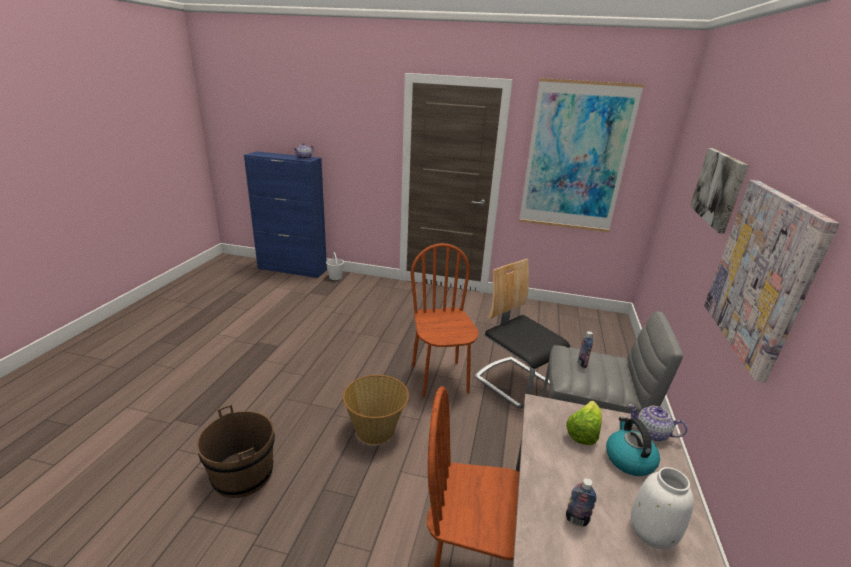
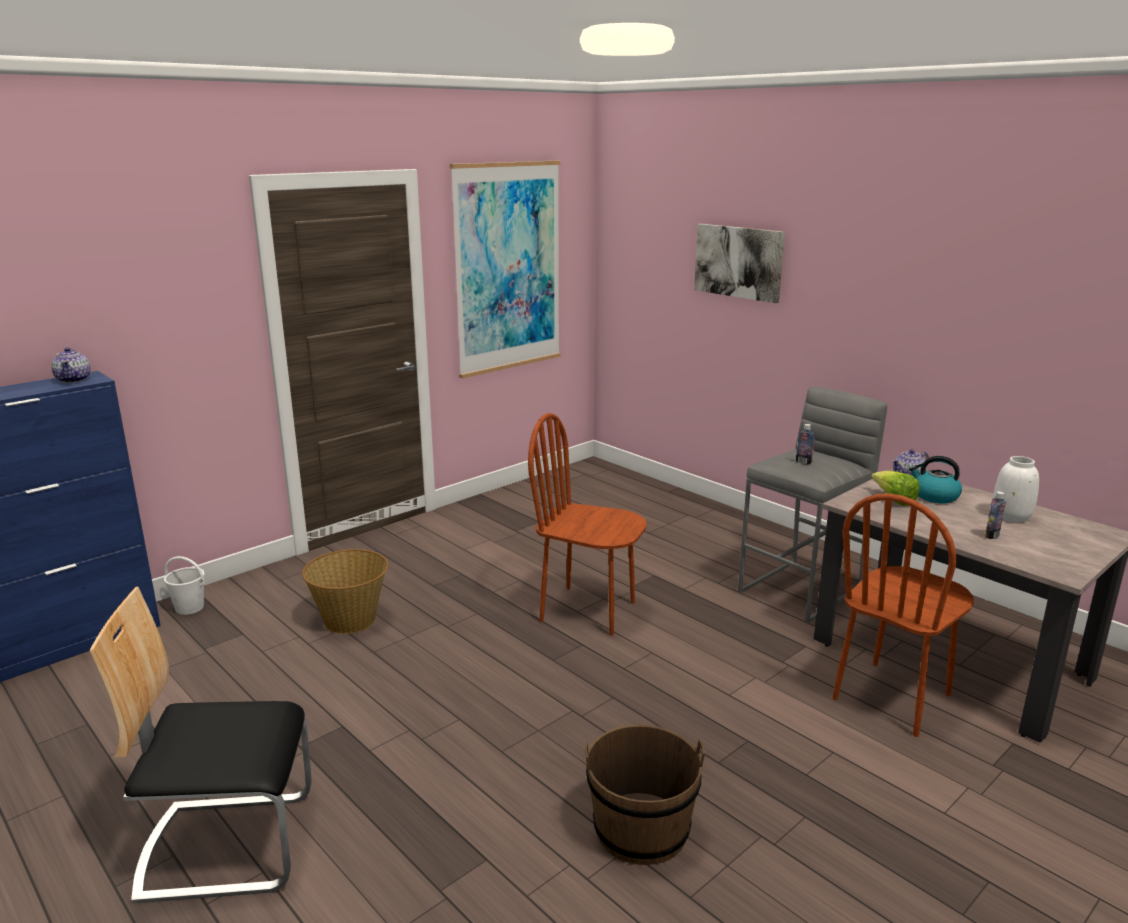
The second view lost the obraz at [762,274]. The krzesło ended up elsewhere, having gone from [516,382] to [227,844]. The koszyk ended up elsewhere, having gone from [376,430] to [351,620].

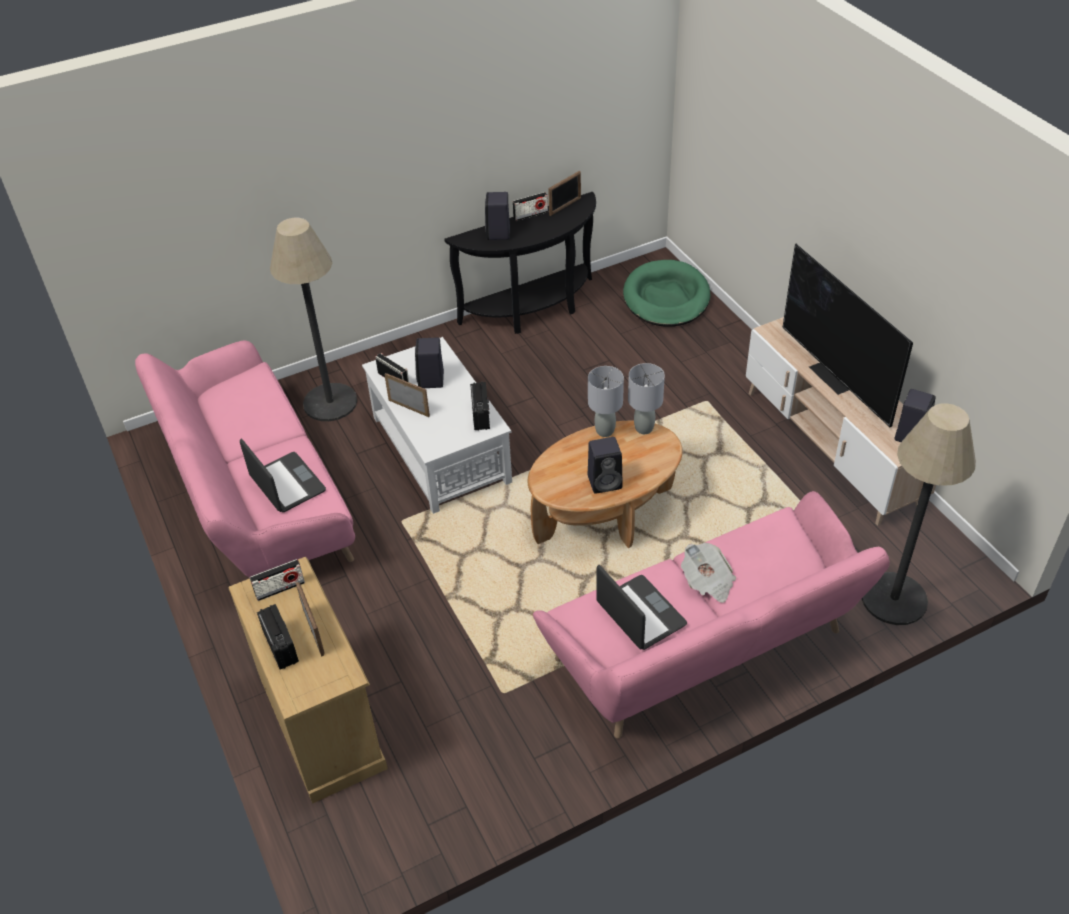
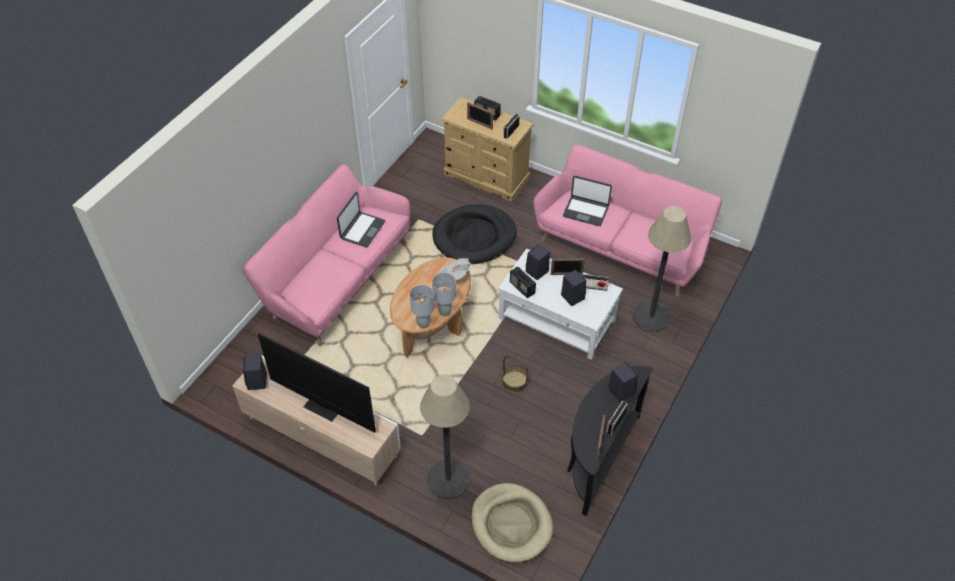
What was the legowisko/zielony at [666,298] turned into the legowisko/beżowy at [511,524]. The lampa stojąca ended up elsewhere, having gone from [894,599] to [448,479]. The głośnik/czarny ended up elsewhere, having gone from [605,482] to [536,272]. The gazeta ended up elsewhere, having gone from [707,582] to [454,275]. The laptop at [640,614] ended up facing another way, 90 degrees counterclockwise from before. The second view gained the legowisko/czarny at [474,237]. The second view gained the koszyk at [514,381].

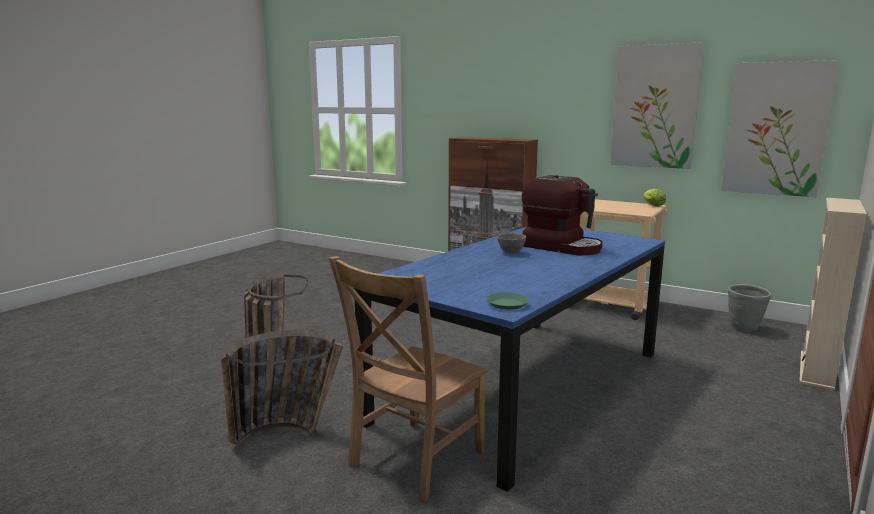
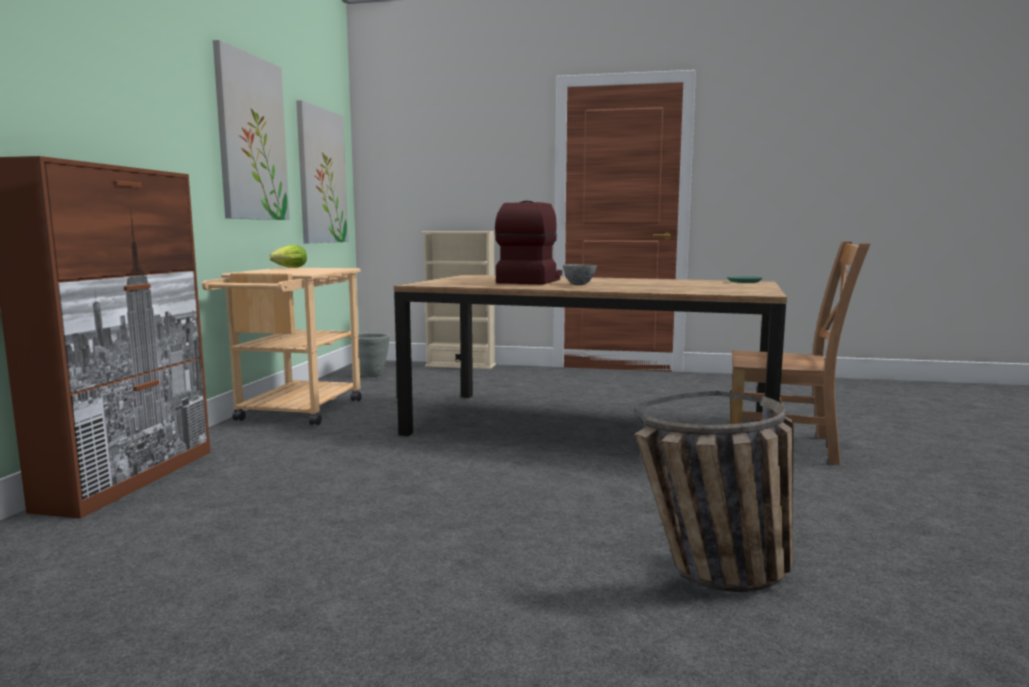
What was the stół jadalny/niebieski at [524,385] turned into the stół jadalny/brązowy at [588,427]. The second view lost the koszyk at [289,435].

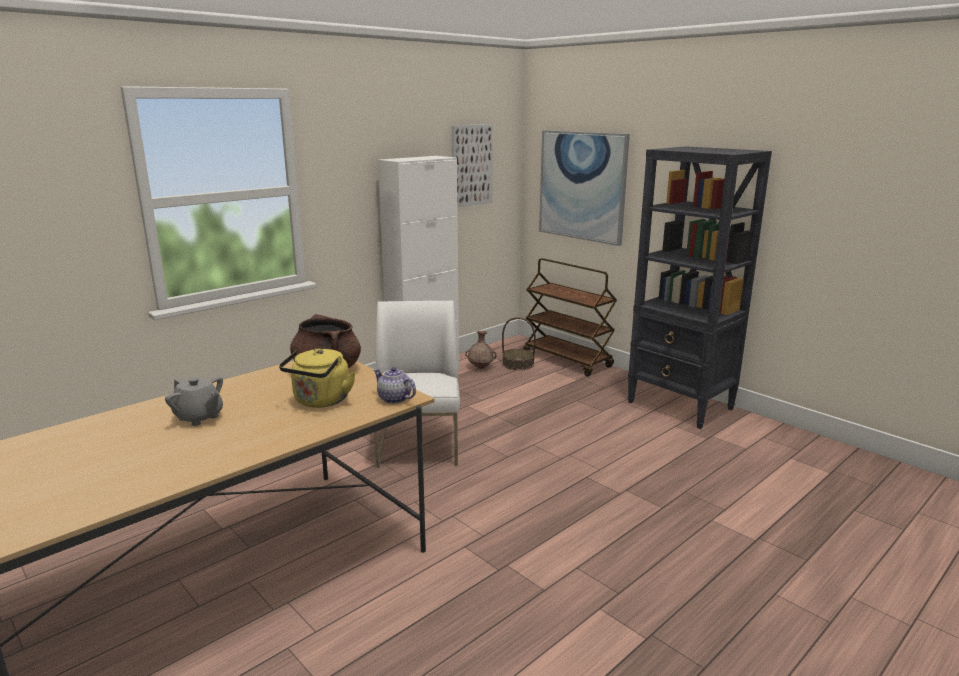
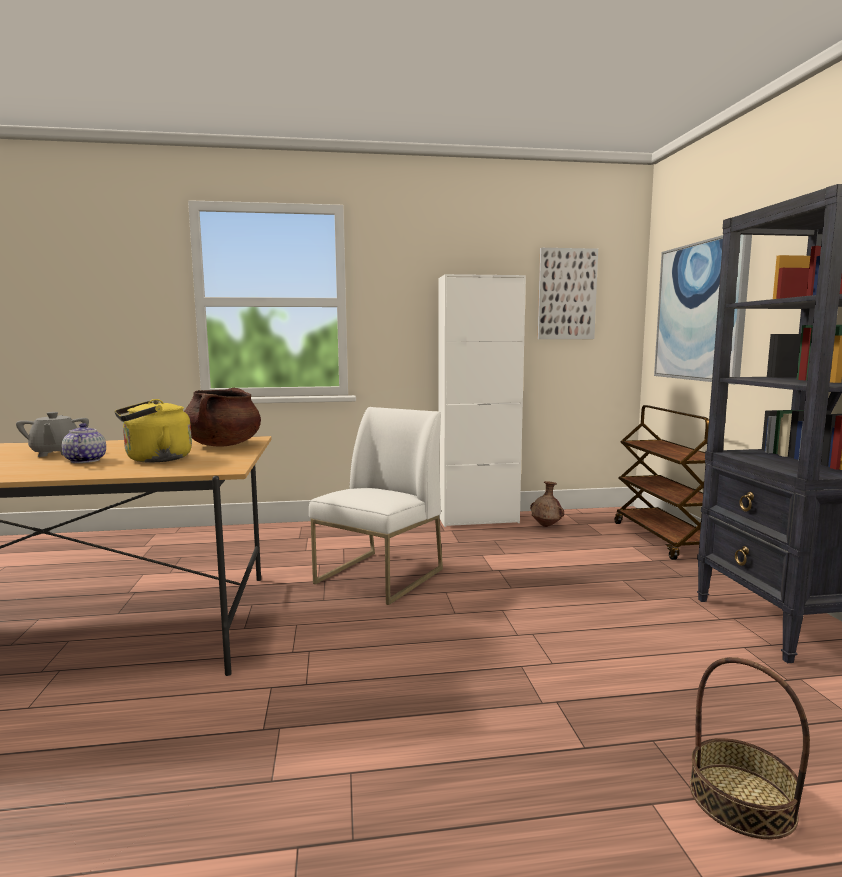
The koszyk ended up elsewhere, having gone from [518,364] to [742,799]. The imbryk ended up elsewhere, having gone from [394,399] to [85,460].

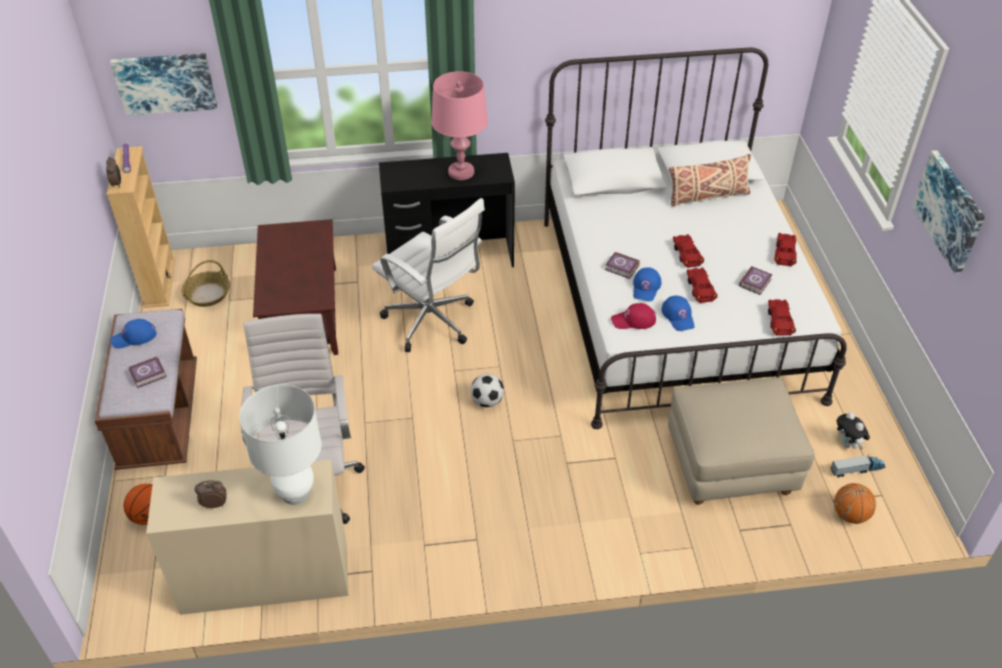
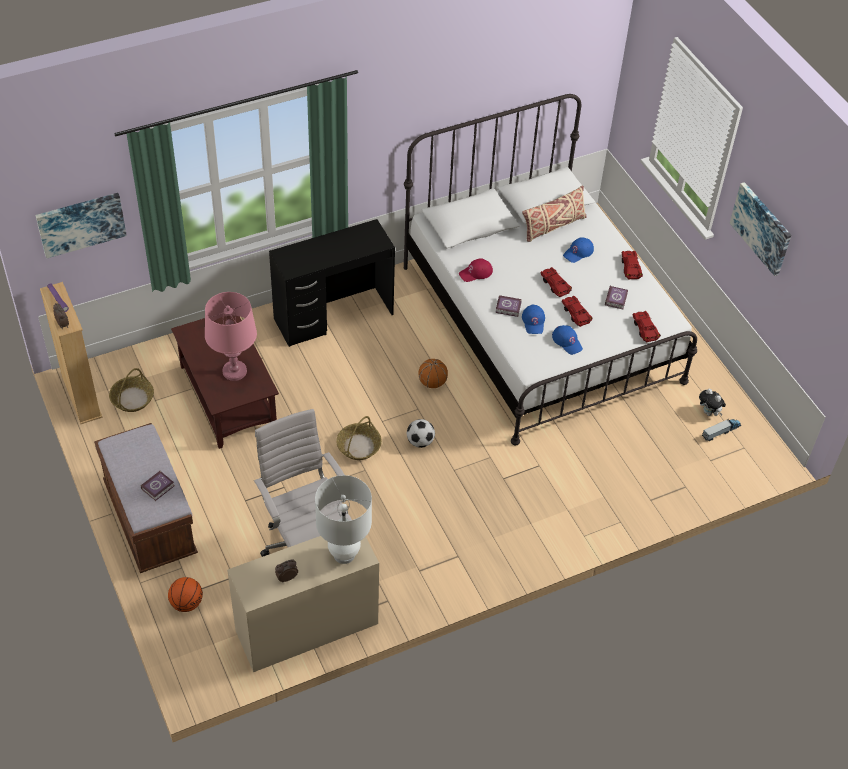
The lampa stołowa/różowy ended up elsewhere, having gone from [461,172] to [234,371]. The second view lost the krzesło biurowe/biały at [433,323]. The czapka z daszkiem/czerwony ended up elsewhere, having gone from [633,320] to [476,273]. The czapka z daszkiem/niebieski ended up elsewhere, having gone from [134,337] to [578,252]. The second view lost the pufa/beżowy at [731,465]. The piłka do koszykówki ended up elsewhere, having gone from [850,515] to [432,383]. The second view gained the koszyk at [359,446].

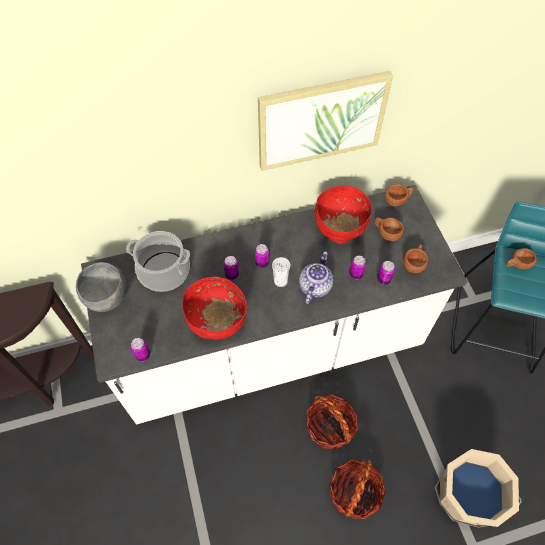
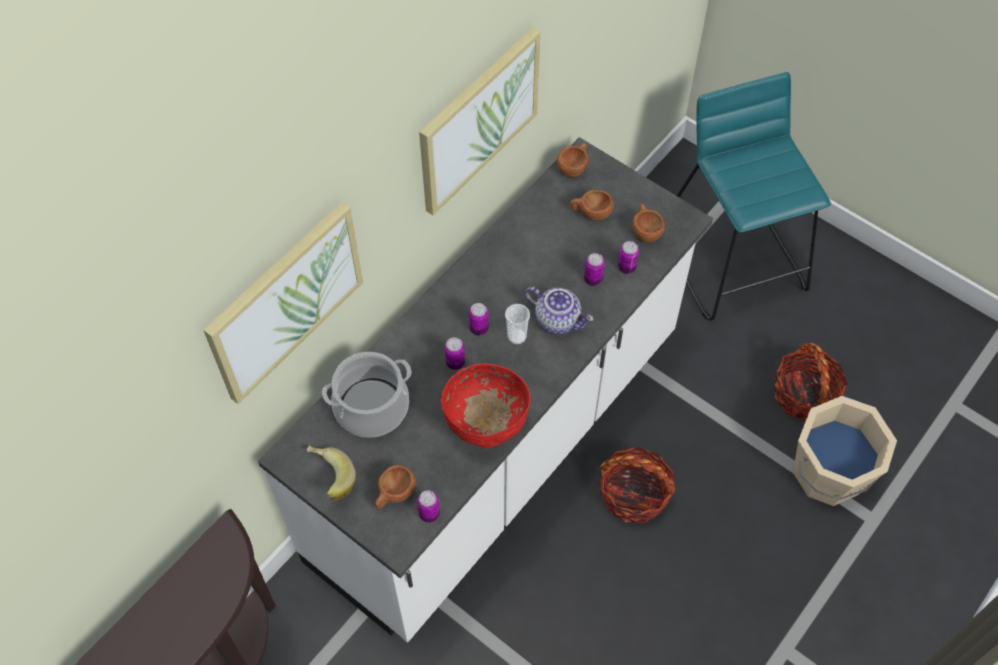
The second view lost the miska/czerwony at [339,233]. The filiżanka/brązowy ended up elsewhere, having gone from [517,265] to [394,495]. The imbryk at [314,286] ended up facing another way, 135 degrees clockwise from before. Where the miska/szary stood at [107,297], the banan came to stand at [328,478]. The koszyk ended up elsewhere, having gone from [354,493] to [804,394]. The second view gained the obraz at [285,301].

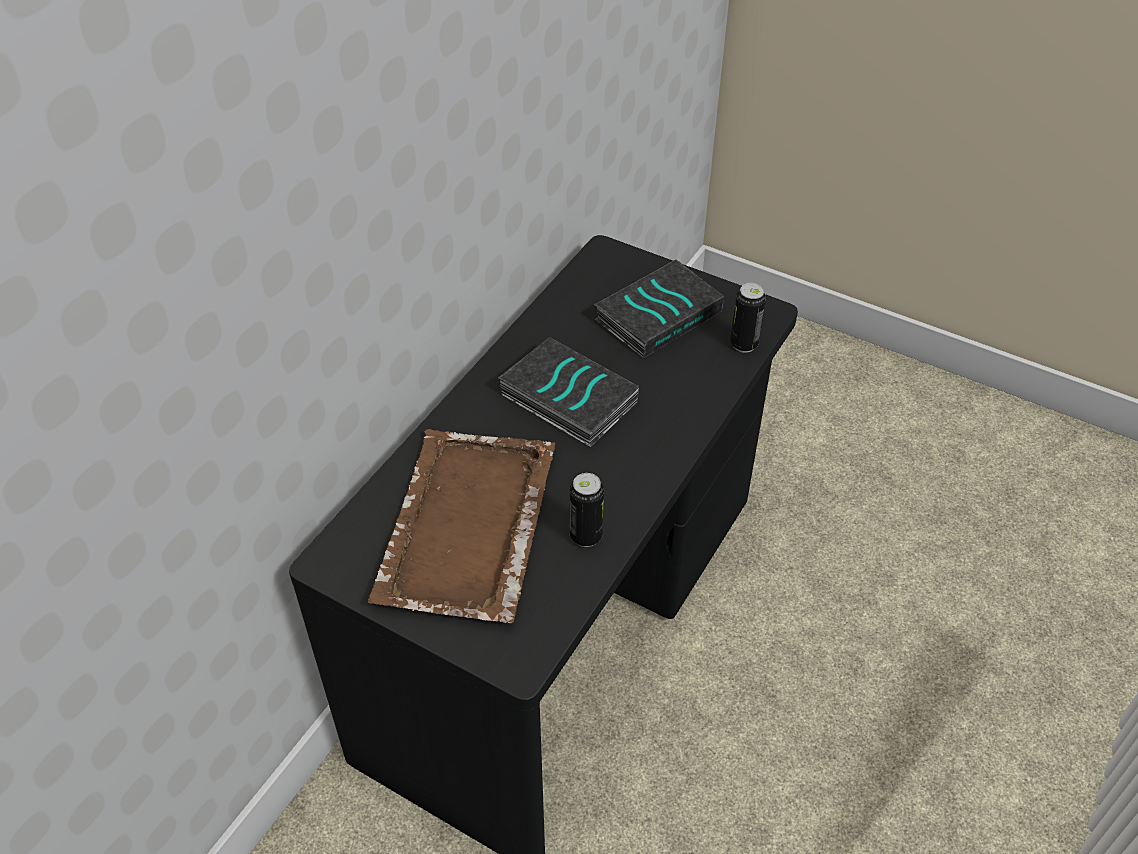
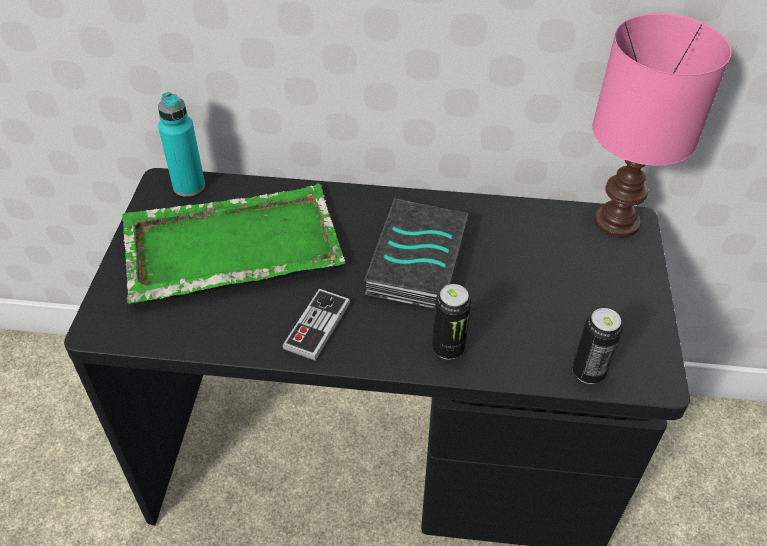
The second view lost the książka at [658,314]. What was the taca/brązowy at [466,528] turned into the taca/zielony at [230,246]. The puszka ended up elsewhere, having gone from [586,536] to [448,348]. The second view gained the lampa stołowa/różowy at [615,221]. The second view gained the butelka/turkusowy at [189,186]. The second view gained the pad do gier at [317,326].

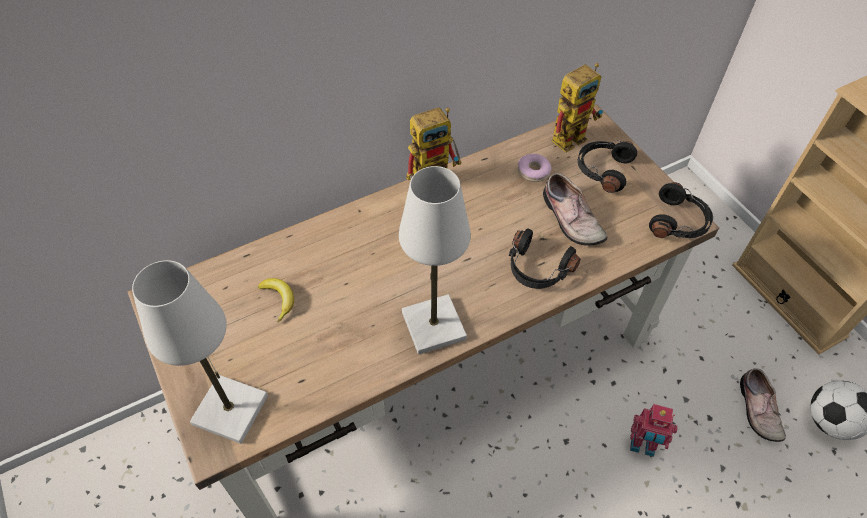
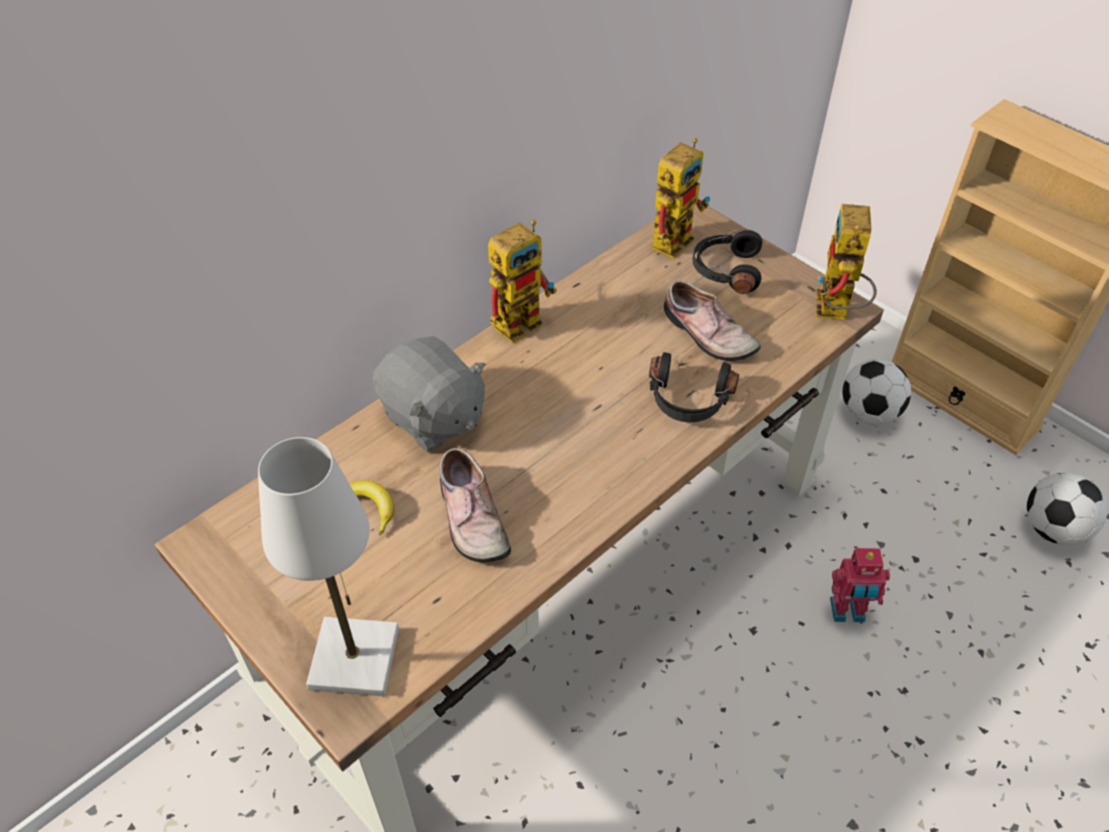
The second view lost the donut at [533,171]. The second view lost the lampa stołowa/biały at [433,326]. Where the słuchawki/czarny stood at [678,222], the robot zabawkowy came to stand at [835,312]. The but ended up elsewhere, having gone from [757,409] to [469,518]. The second view gained the pluszak/szary at [433,417]. The second view gained the piłka futbolowa at [869,413].

